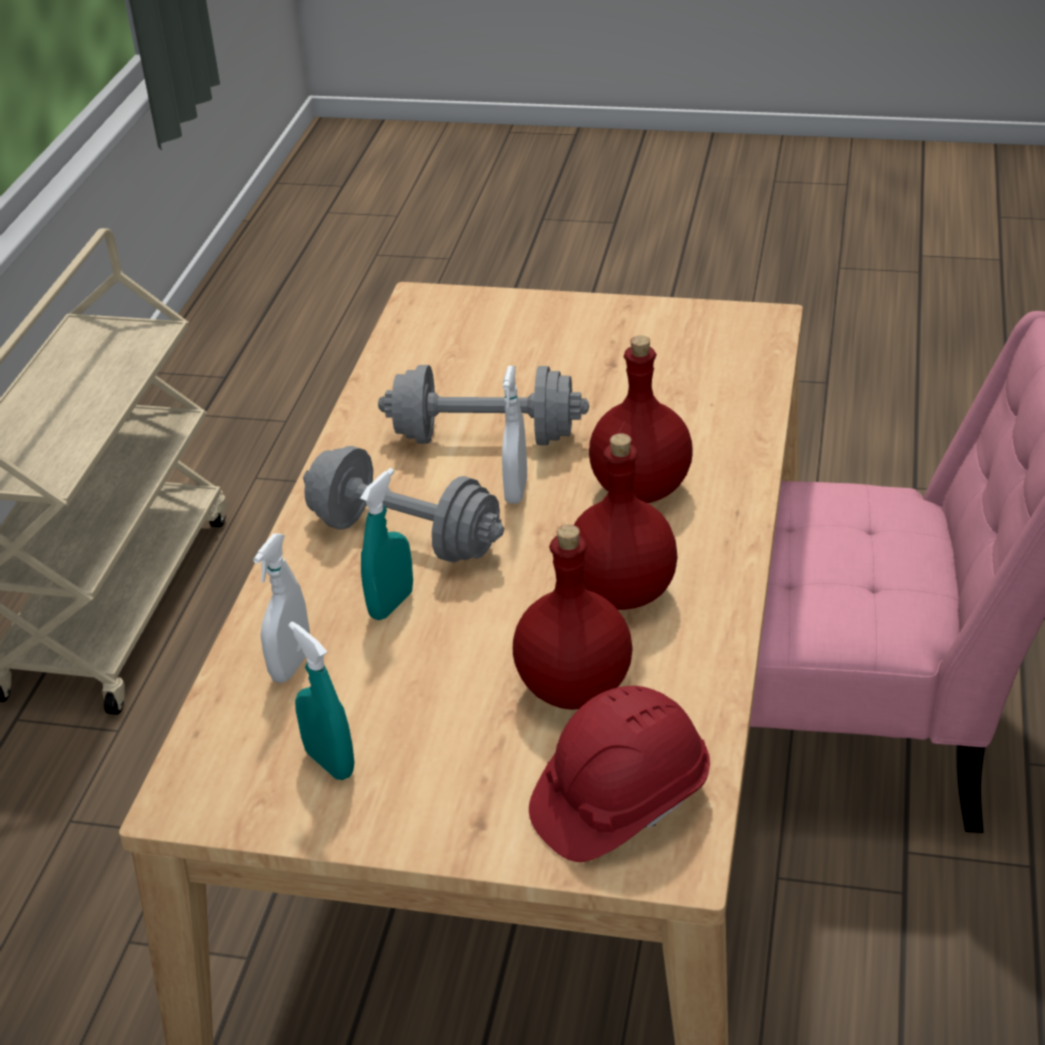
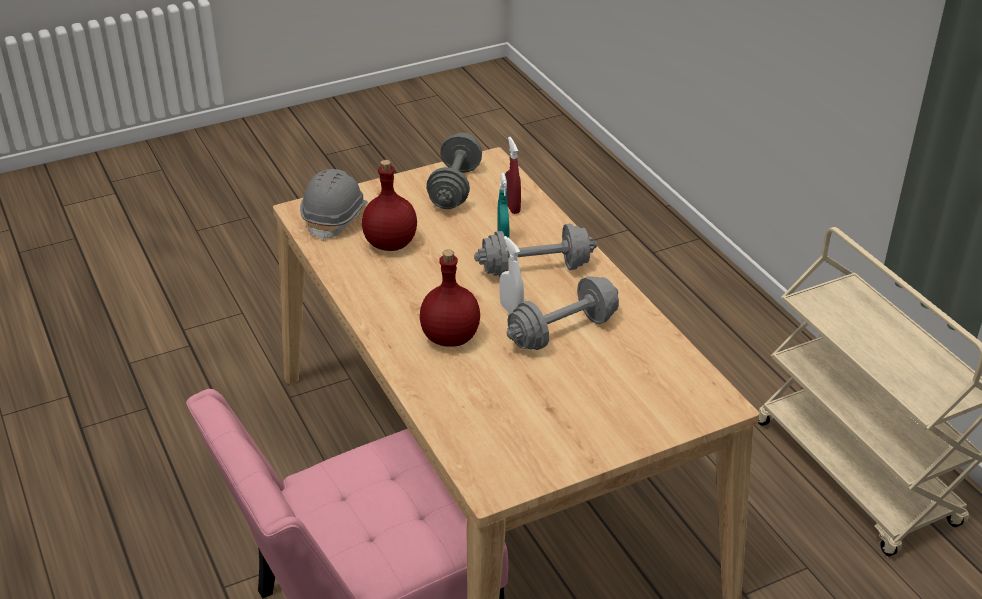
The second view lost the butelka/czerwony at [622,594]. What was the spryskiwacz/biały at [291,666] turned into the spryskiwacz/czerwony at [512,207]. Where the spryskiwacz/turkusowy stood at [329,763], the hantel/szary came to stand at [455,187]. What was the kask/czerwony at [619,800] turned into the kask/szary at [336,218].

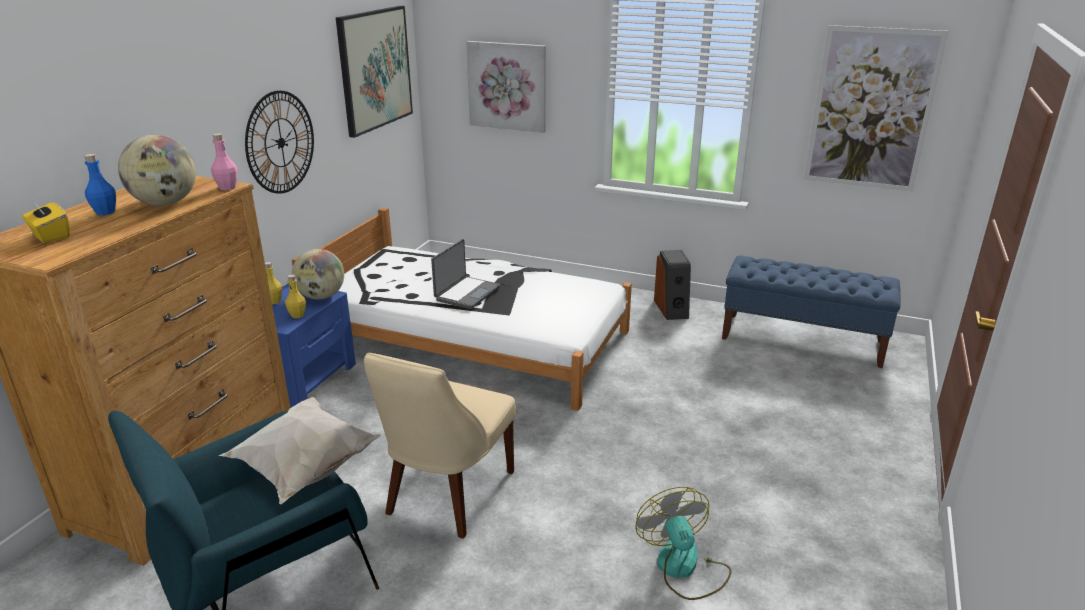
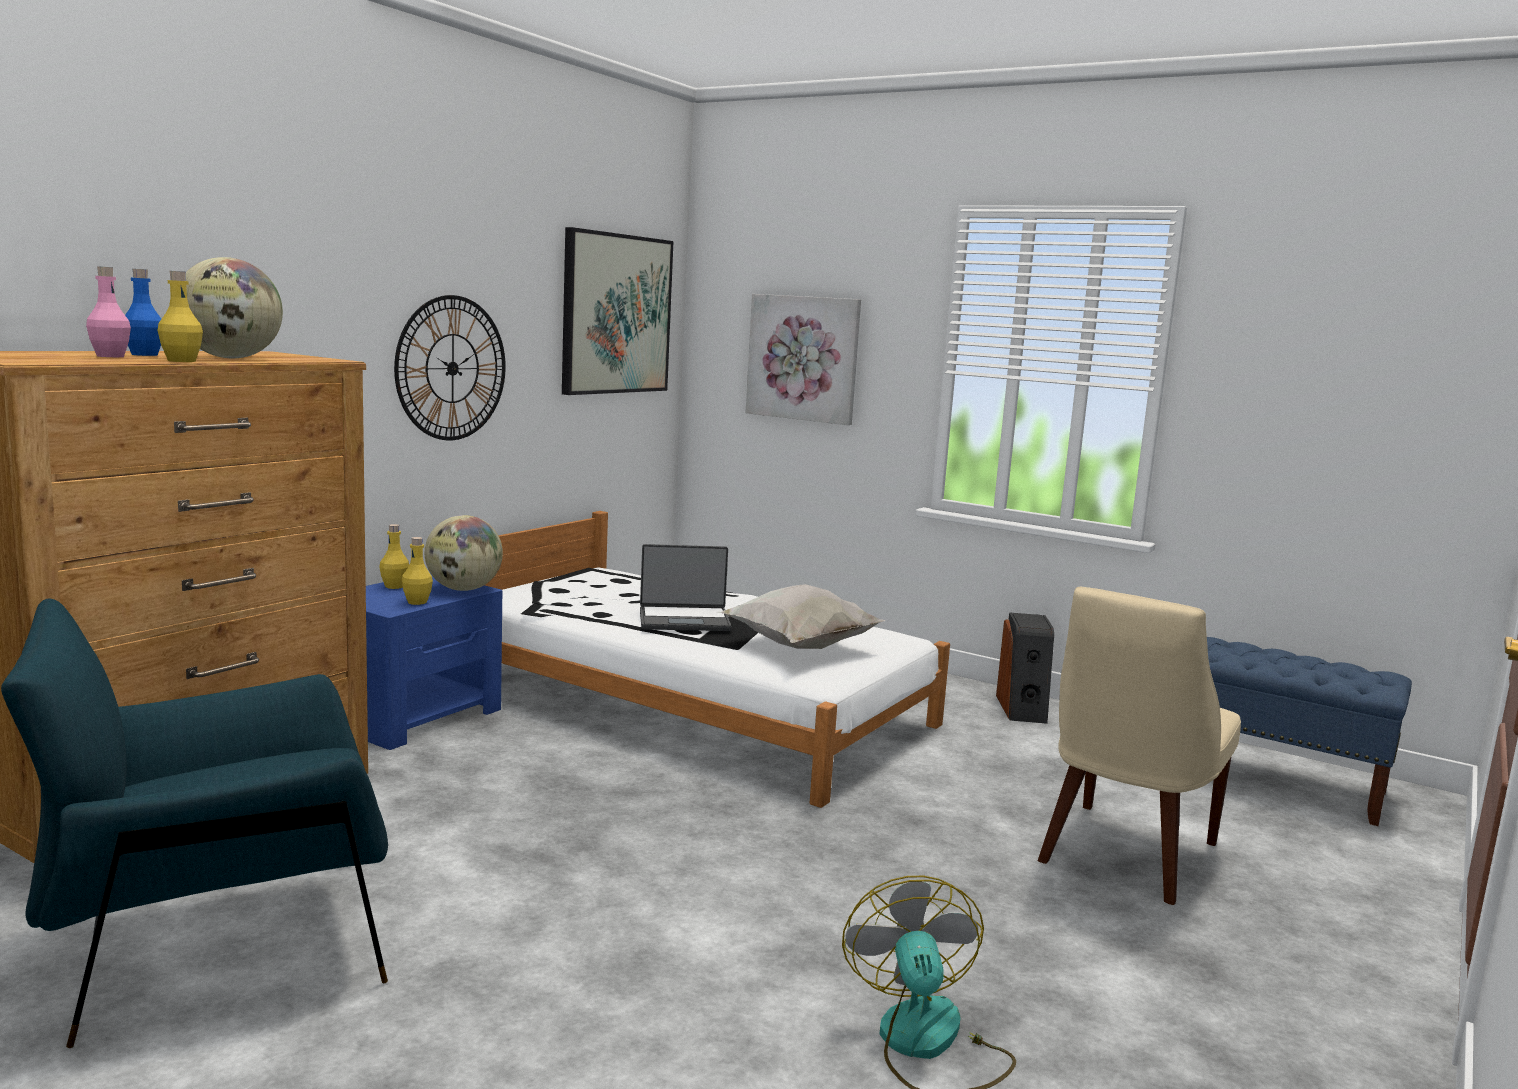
The second view lost the obraz at [871,109]. The butelka/różowy ended up elsewhere, having gone from [227,188] to [110,356]. The second view lost the pudełko chusteczek/żółty at [50,236]. The laptop at [466,293] ended up facing another way, 45 degrees clockwise from before. The krzesło/beżowy ended up elsewhere, having gone from [447,496] to [1123,855]. The poduszka/biały ended up elsewhere, having gone from [304,470] to [798,648]. The second view gained the butelka/żółty at [181,361].

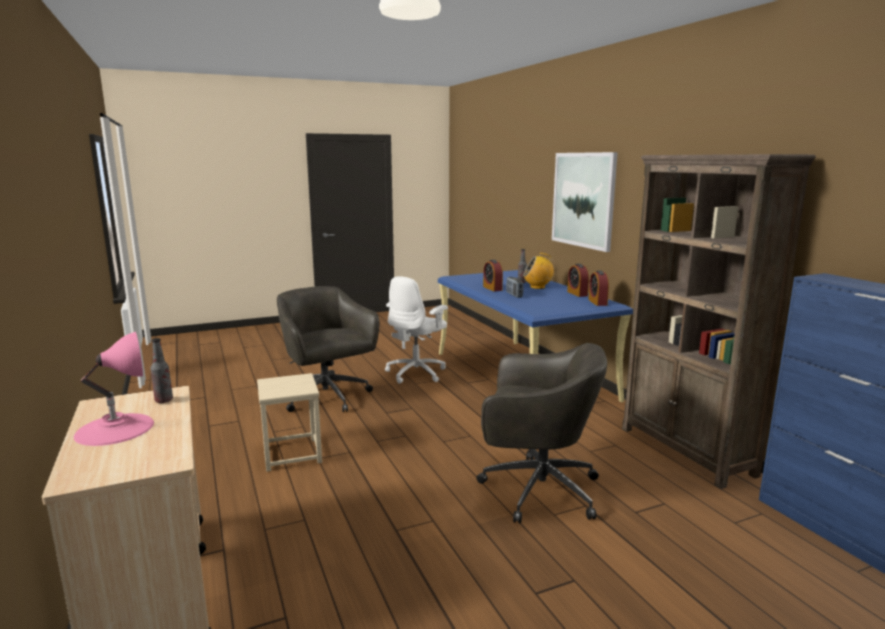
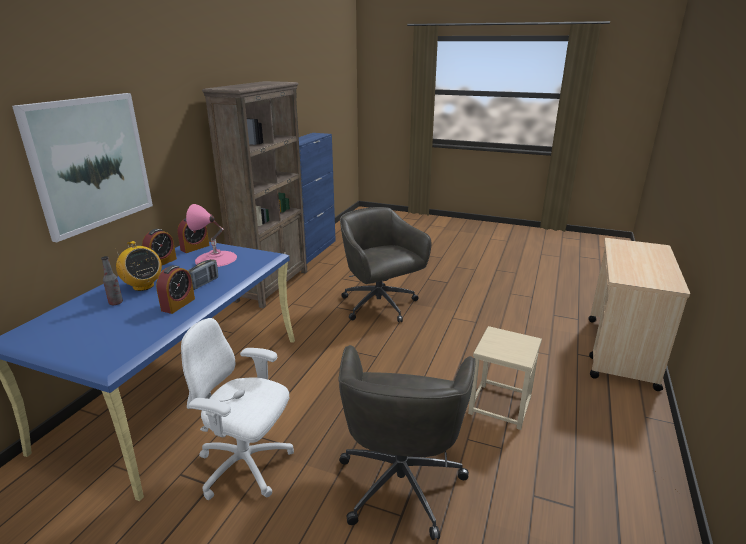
The krzesło biurowe/biały at [416,373] ended up facing another way, 150 degrees counterclockwise from before. The lampa stołowa/różowy ended up elsewhere, having gone from [115,429] to [215,259]. The second view lost the butelka at [164,400].

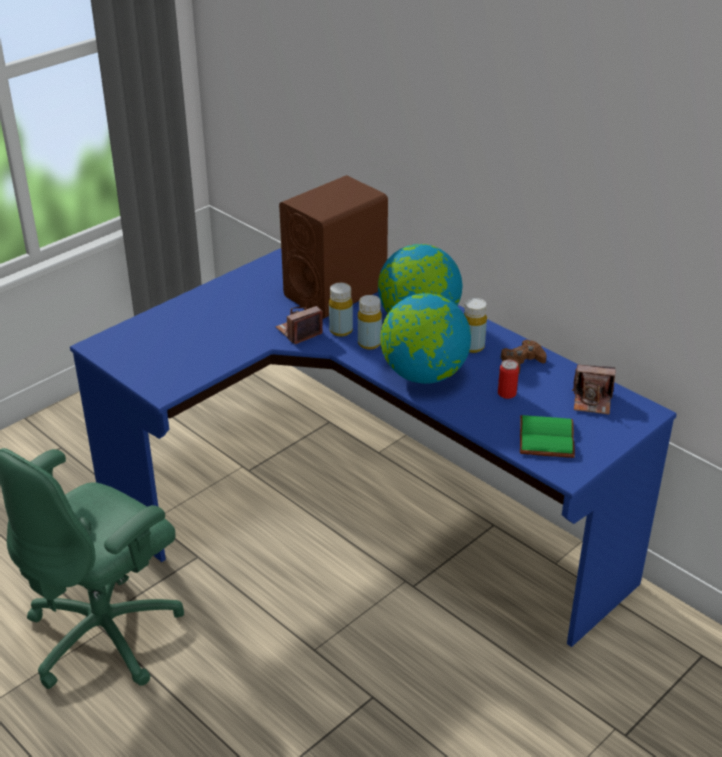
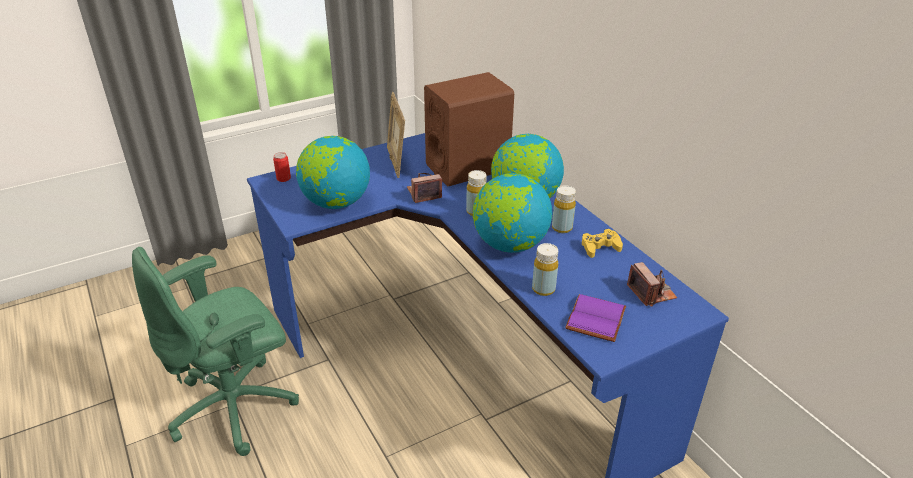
The butelka/żółty ended up elsewhere, having gone from [341,331] to [543,289]. What was the pad do gier/brązowy at [522,361] turned into the pad do gier/żółty at [600,247]. The puszka ended up elsewhere, having gone from [507,393] to [283,178]. The aparat fotograficzny at [592,401] ended up facing another way, 135 degrees counterclockwise from before. What was the książka/zielony at [548,439] turned into the książka/fioletowy at [597,320]. The second view gained the ramka na zdjęcie at [396,162]. The second view gained the globus at [336,203].

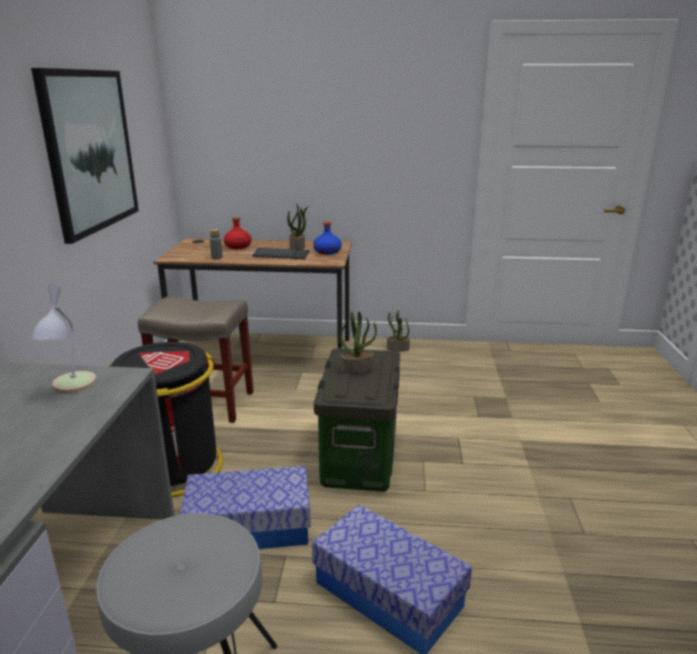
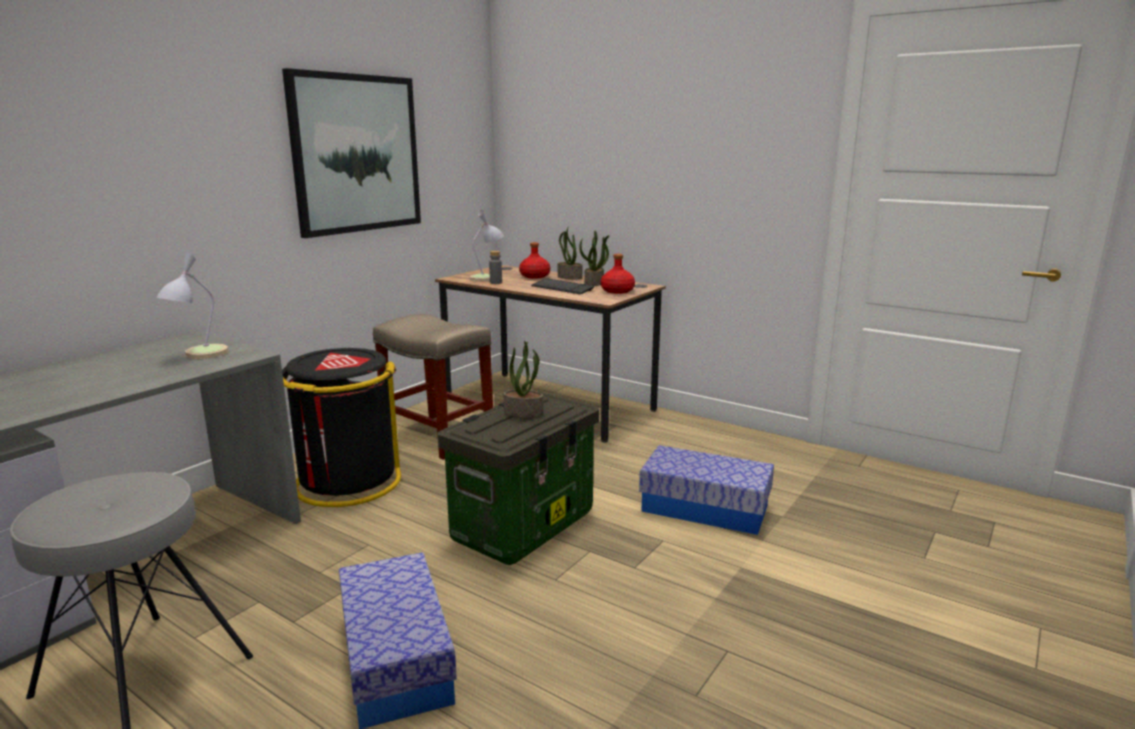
What was the butelka/niebieski at [328,252] turned into the butelka/czerwony at [618,291]. The roślina doniczkowa ended up elsewhere, having gone from [397,349] to [569,277]. The pojemnik do przechowywania ended up elsewhere, having gone from [249,527] to [705,508]. The second view gained the lampa stołowa at [487,278].

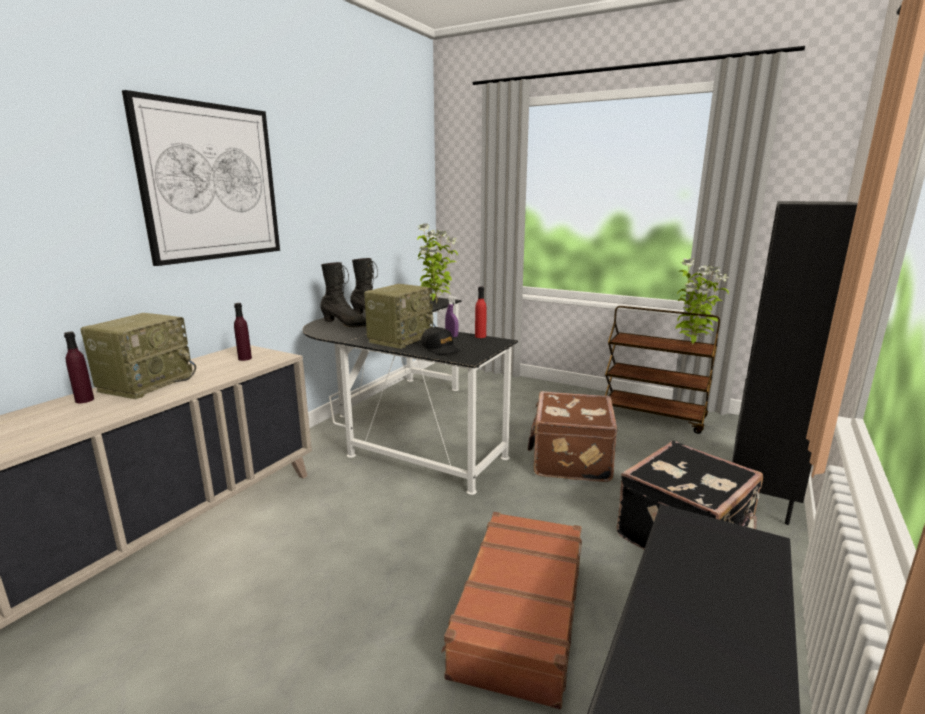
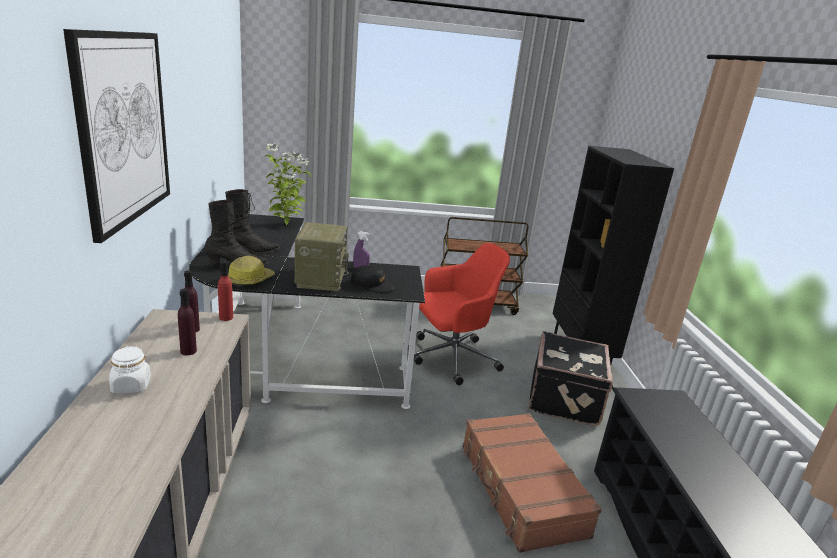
The second view lost the roślina doniczkowa at [692,345]. The butelka/czerwony ended up elsewhere, having gone from [480,336] to [226,317]. Where the radio stood at [146,383], the słoik/biały came to stand at [131,386]. The butelka/fioletowy ended up elsewhere, having gone from [84,400] to [188,351]. Where the walizka/brązowy stood at [569,460], the krzesło biurowe/czerwony came to stand at [451,358]. The second view gained the kask at [250,280].

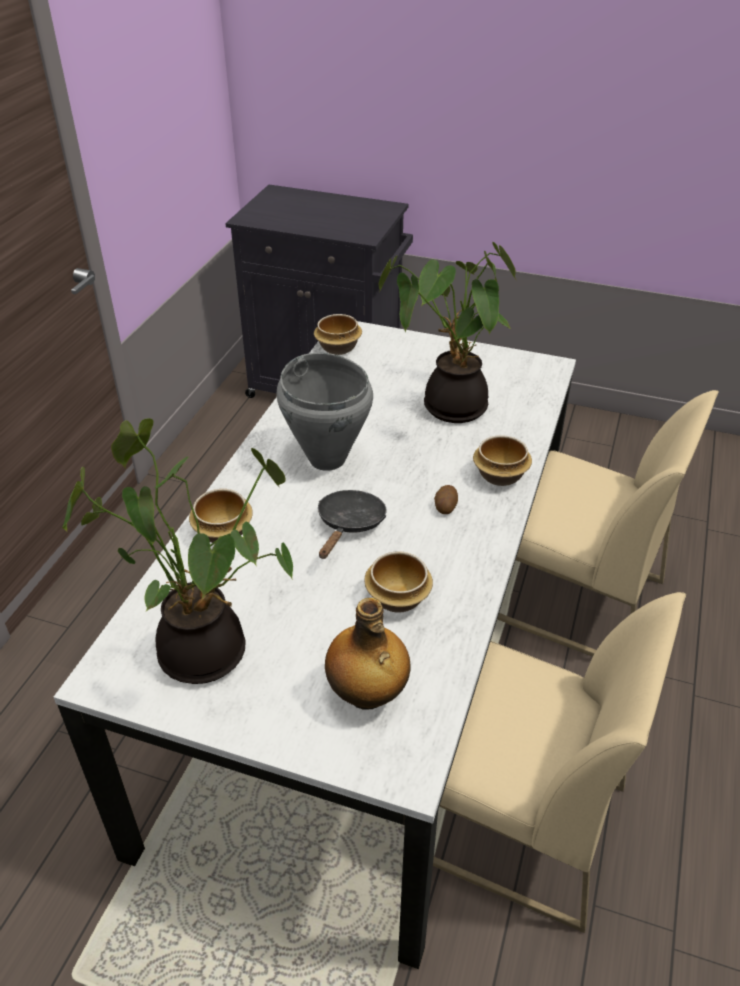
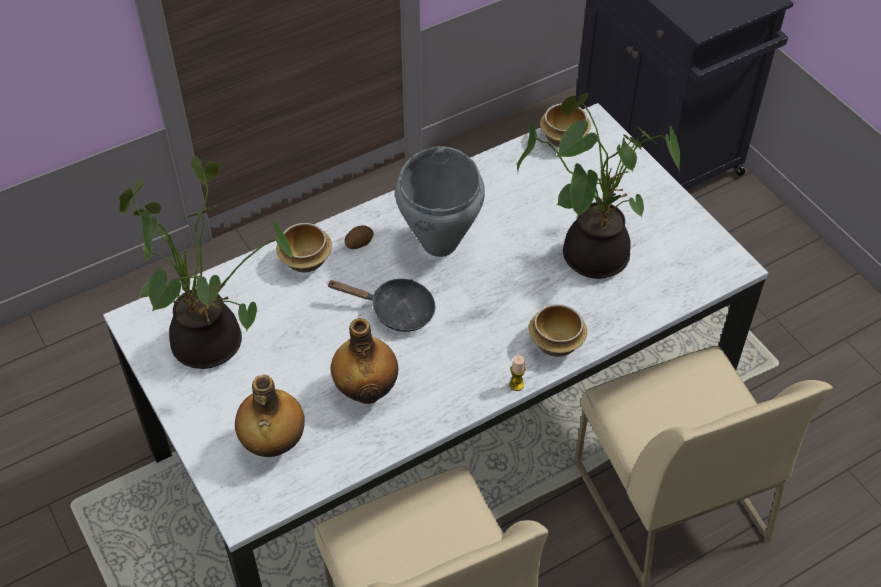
The ziemniak ended up elsewhere, having gone from [445,507] to [359,243]. The patelnia/czarny at [349,525] ended up facing another way, 45 degrees clockwise from before. Where the miska stood at [397,597], the butelka came to stand at [367,390]. The second view gained the świeca at [516,385].

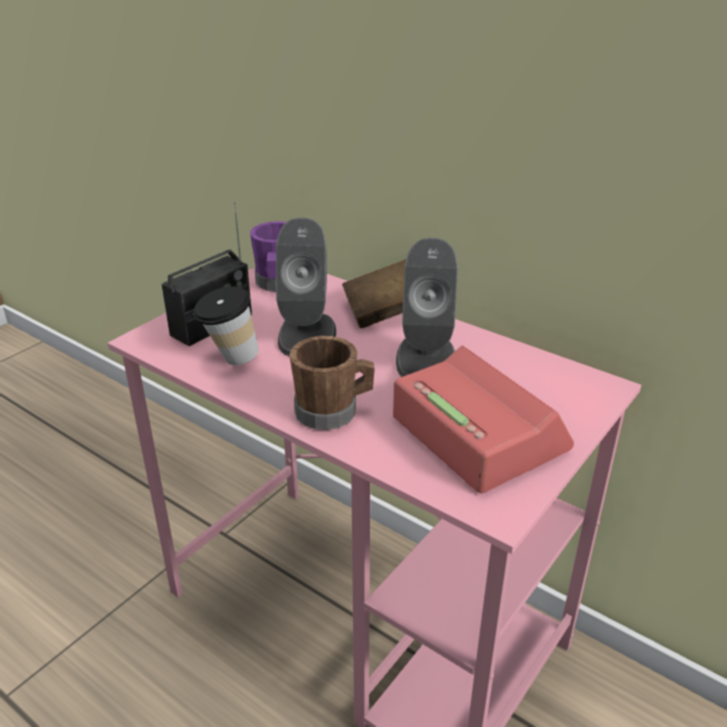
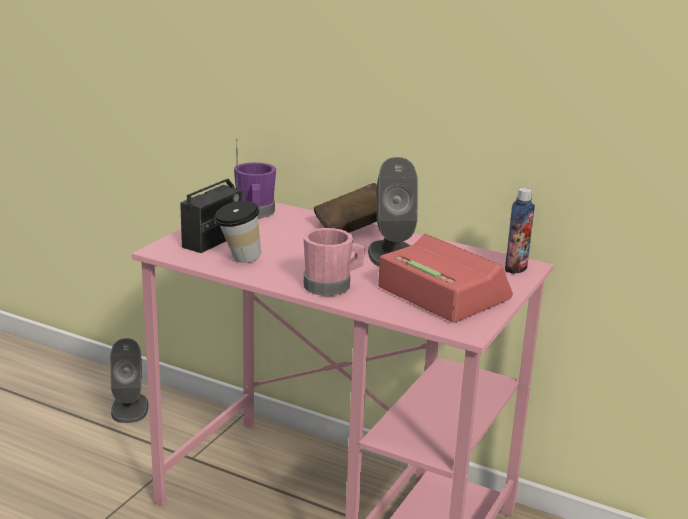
The głośnik/szary ended up elsewhere, having gone from [307,334] to [130,408]. What was the kubek/brązowy at [333,411] turned into the kubek/różowy at [332,286]. The second view gained the butelka at [516,268].

